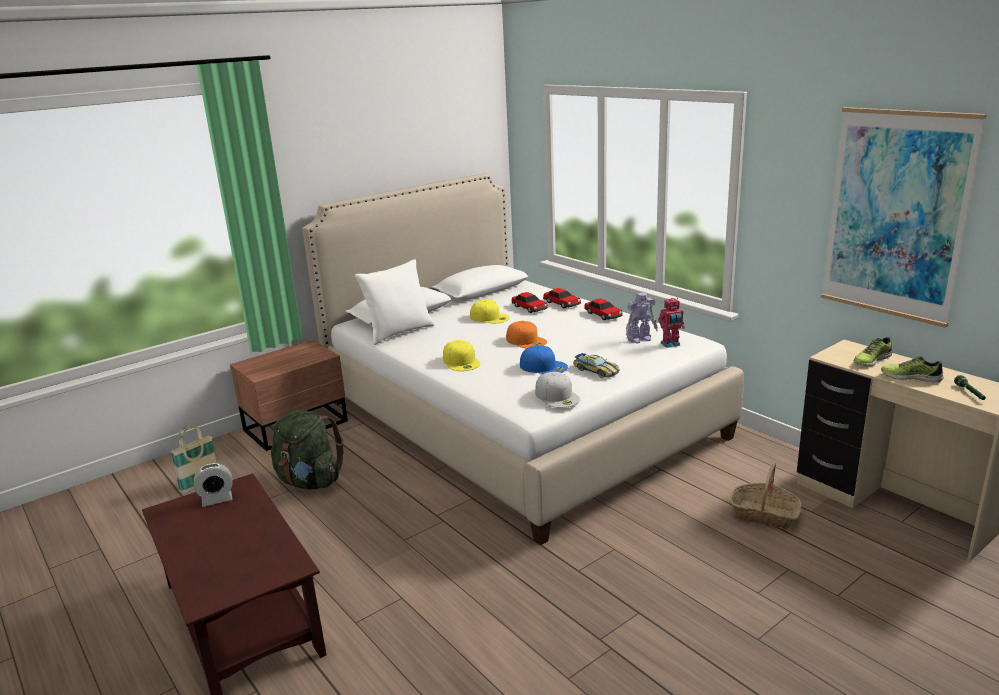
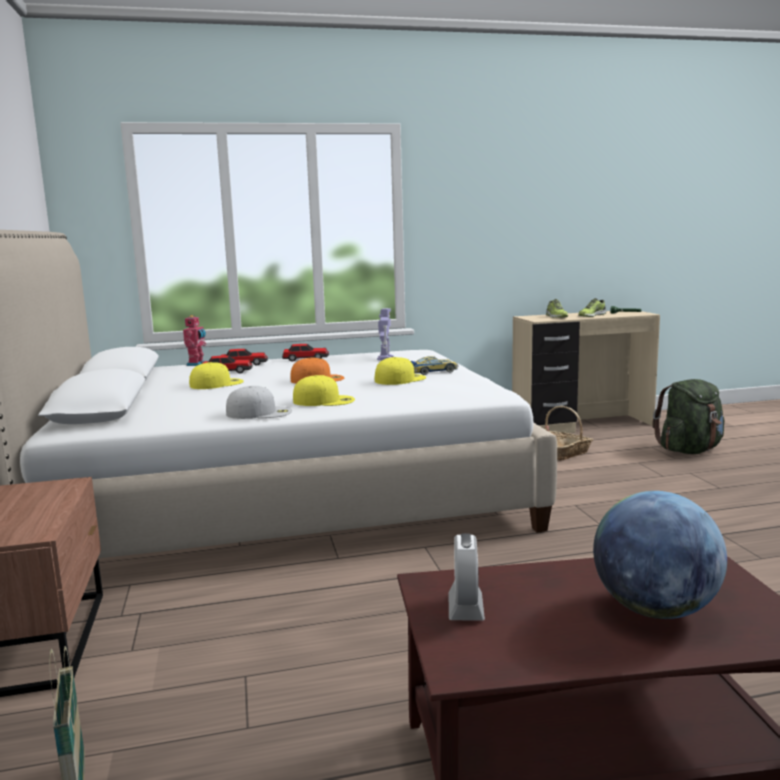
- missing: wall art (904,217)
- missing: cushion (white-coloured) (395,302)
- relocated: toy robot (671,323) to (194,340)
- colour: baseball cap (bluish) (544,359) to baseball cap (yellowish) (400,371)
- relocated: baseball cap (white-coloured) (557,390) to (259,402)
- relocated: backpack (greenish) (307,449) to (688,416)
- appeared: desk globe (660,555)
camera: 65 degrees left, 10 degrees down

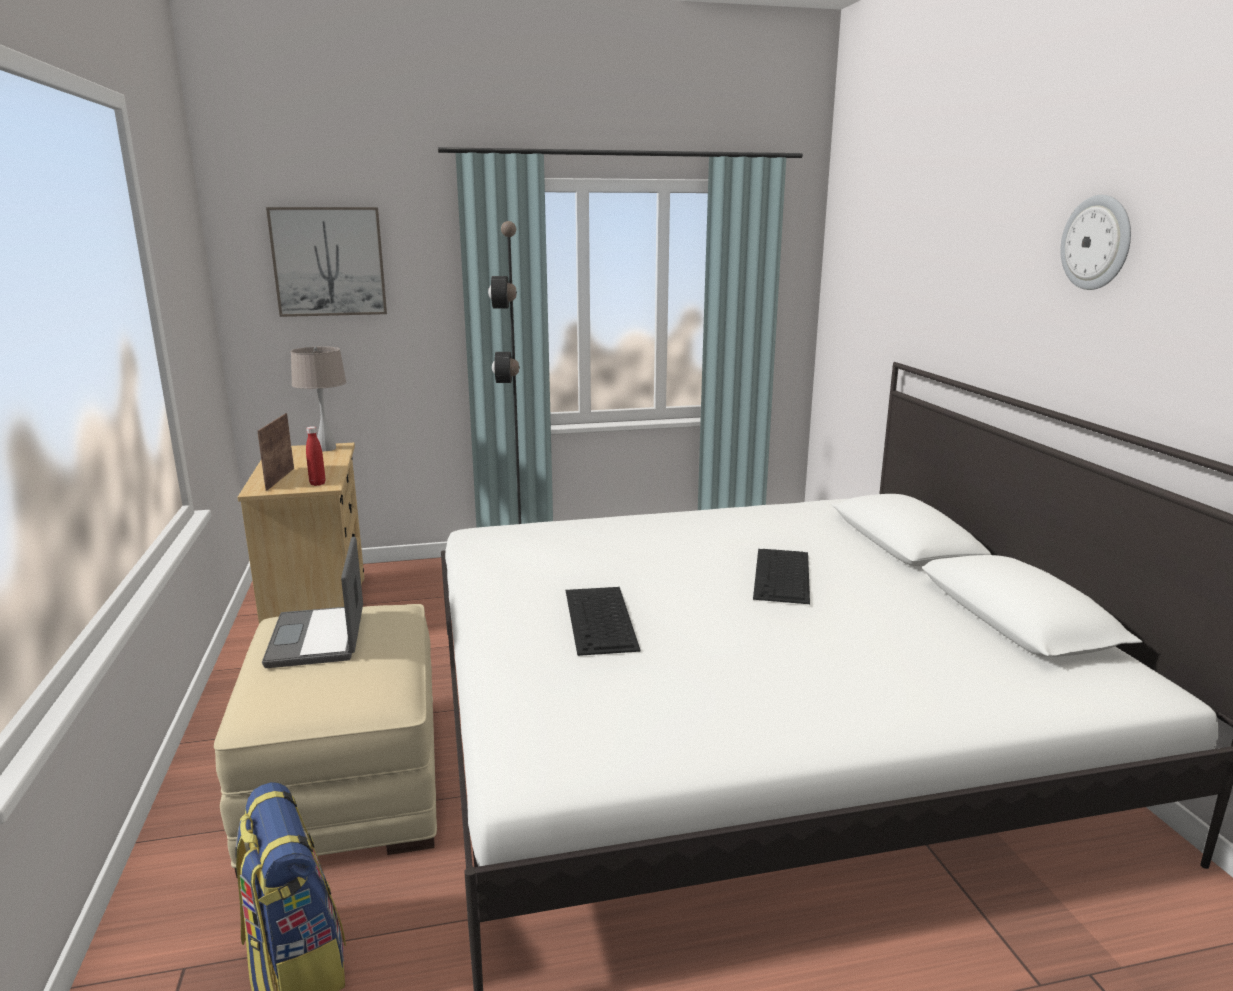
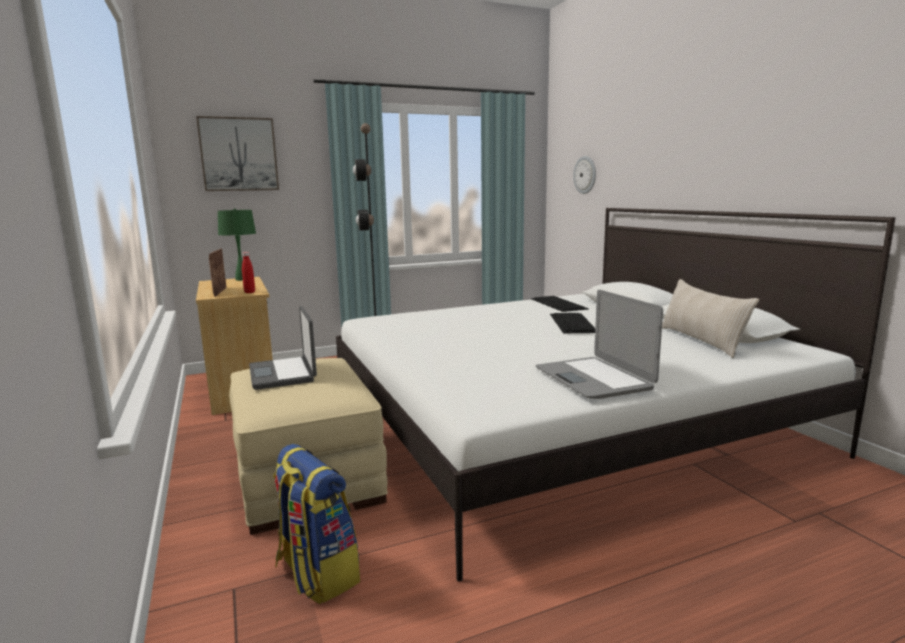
- relocated: hanging clock (1095,242) to (584,175)
- colour: tabletop lamp (beige-coloured) (319,398) to tabletop lamp (greenish) (236,244)
- relocated: PC keyboard (603,621) to (560,304)
- appeared: cushion (beige-coloured) (710,318)
- appeared: laptop (599,344)
camera: 10 degrees left, 5 degrees down

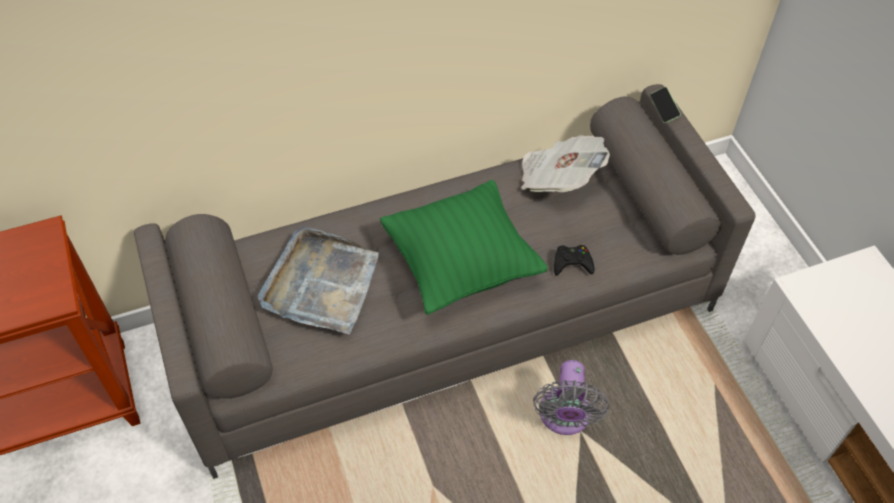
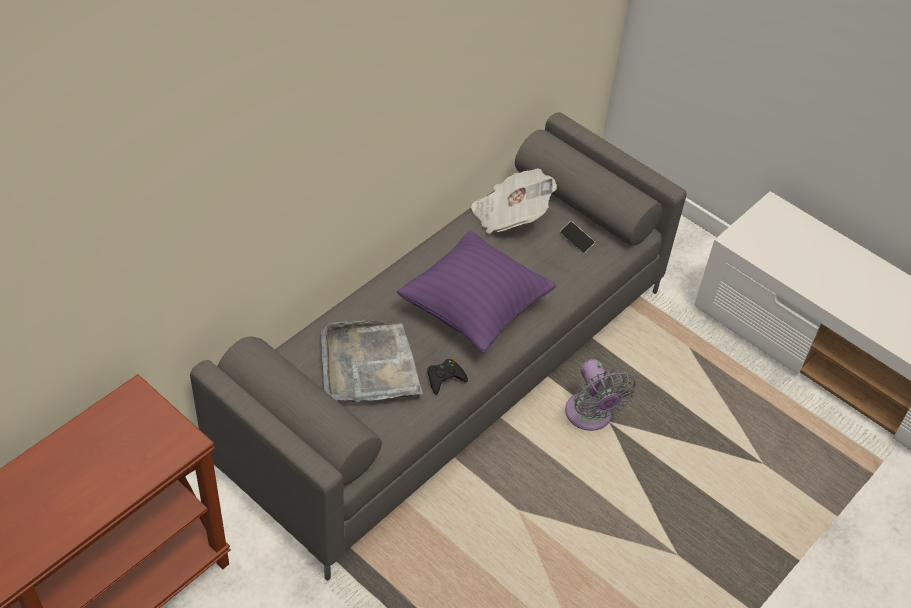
- relocated: telephone (665,105) to (577,237)
- colour: cushion (greenish) (464,247) to cushion (purplish) (476,291)
- relocated: game controller (black) (574,260) to (447,377)
camera: 30 degrees left, 5 degrees down

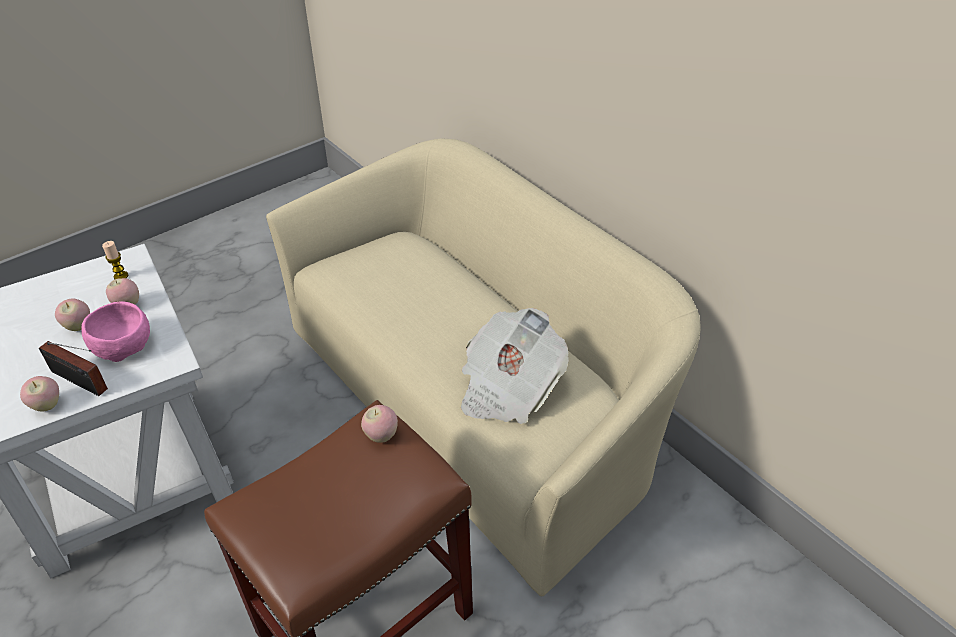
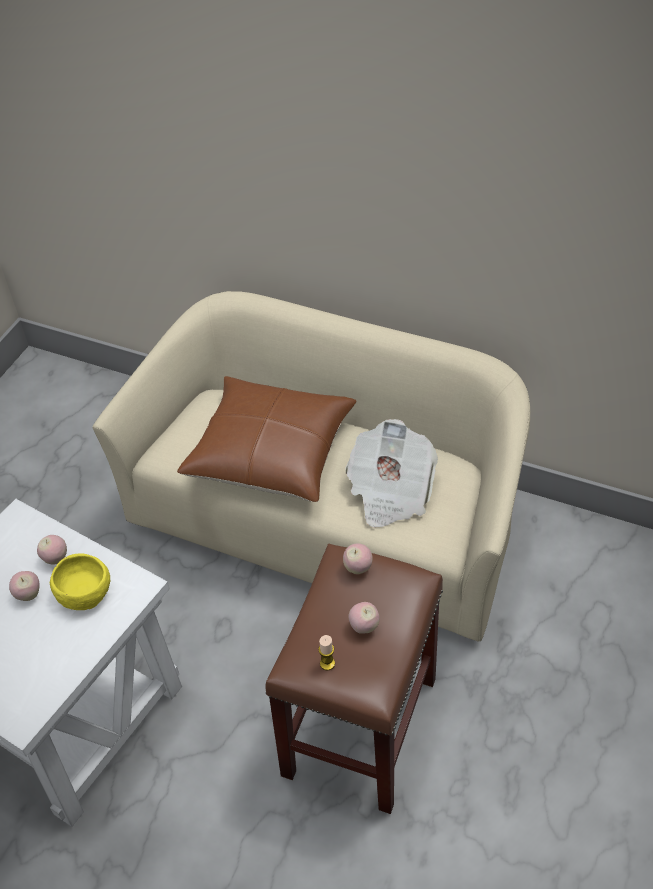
- relocated: wax light (115,260) to (326,653)
- colour: bowl (pinkish) (115,331) to bowl (yellowish) (80,581)
- missing: radio (73,368)
- relocated: whole apple (39,393) to (364,618)
- appeared: cushion (brown) (266,439)
camera: 25 degrees left, 5 degrees up

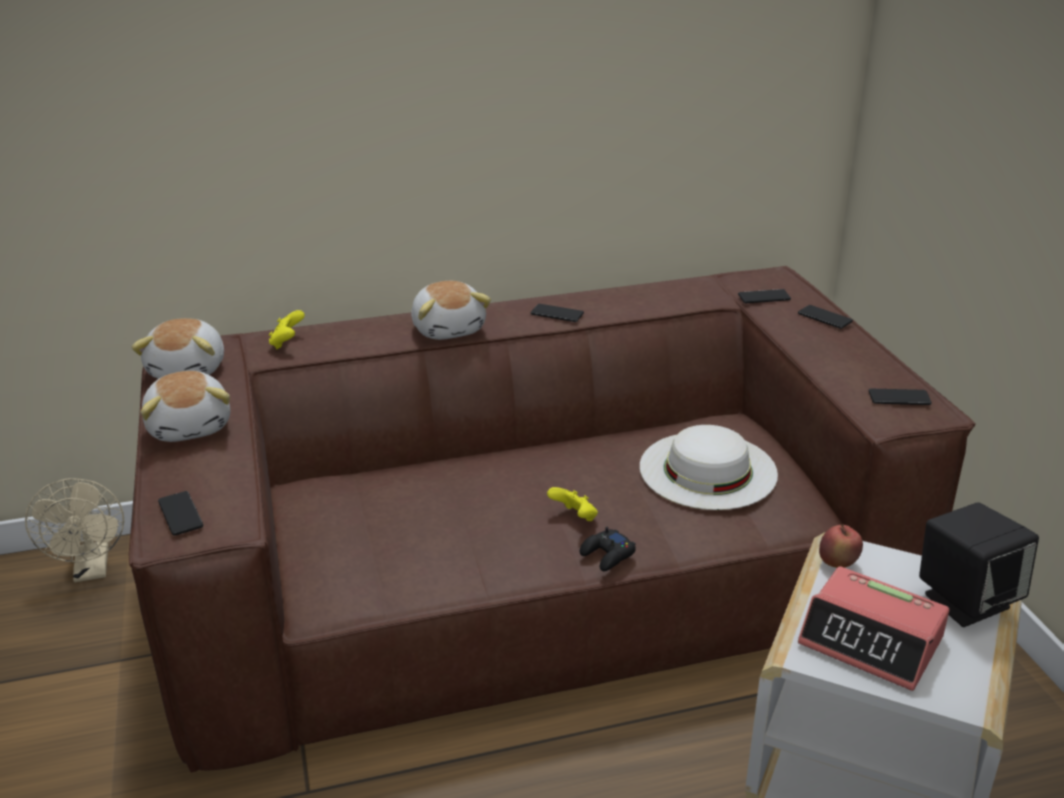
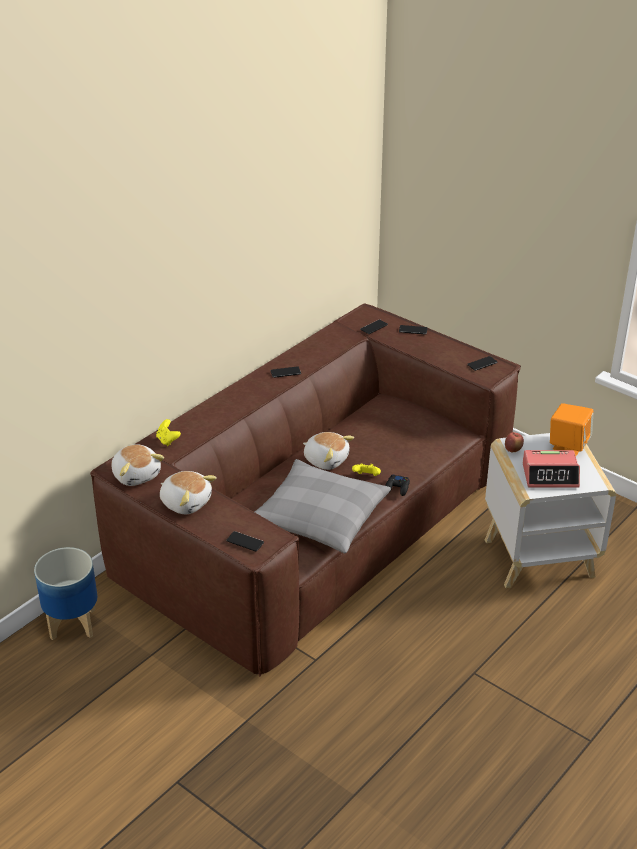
- relocated: cuddly toy (451,310) to (328,451)
- missing: clothing hat (white-coloured) (709,467)
- exchanged: cooling fan (beige-coloured) (74,530) to planter (66,593)
- colour: loudspeaker (black) (979,564) to loudspeaker (orangey) (571,429)
- appeared: cushion (greyish) (323,506)
camera: 35 degrees left, 5 degrees up

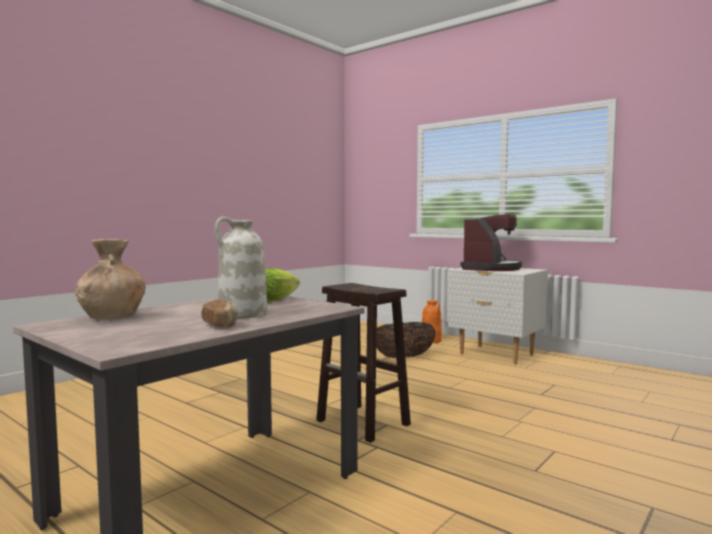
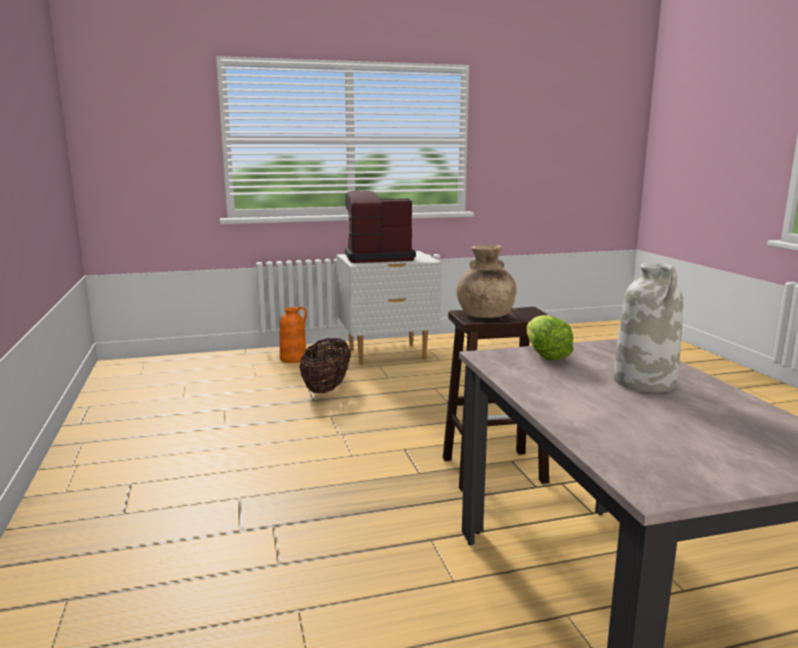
- spun: coffee machine (491,242) = (380,227) 75 degrees counterclockwise
- relocated: vase (brown) (110,279) to (486,281)
- missing: baked bread (219,314)
camera: 55 degrees left, 10 degrees up

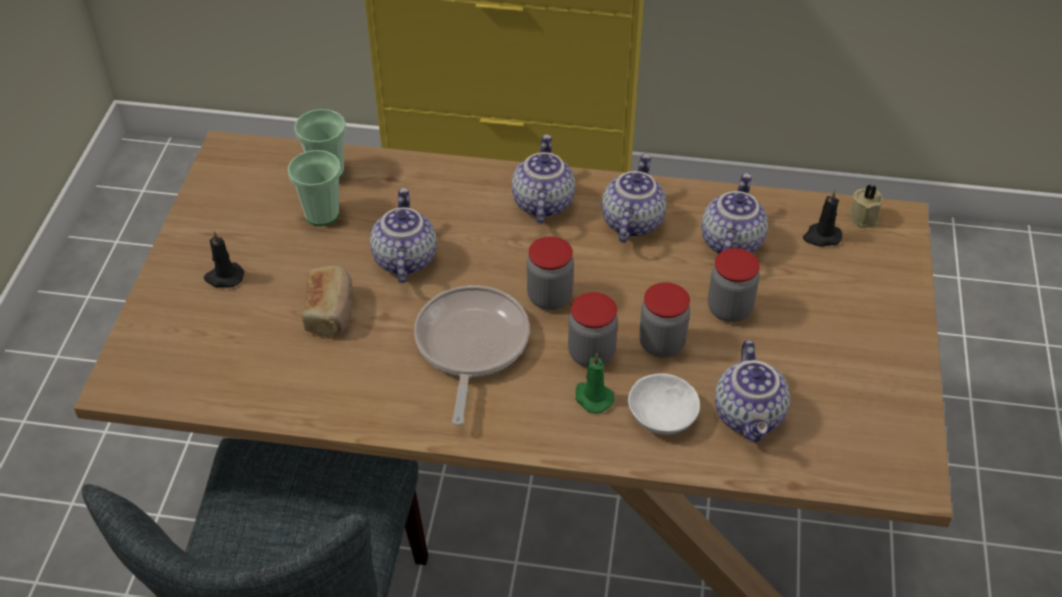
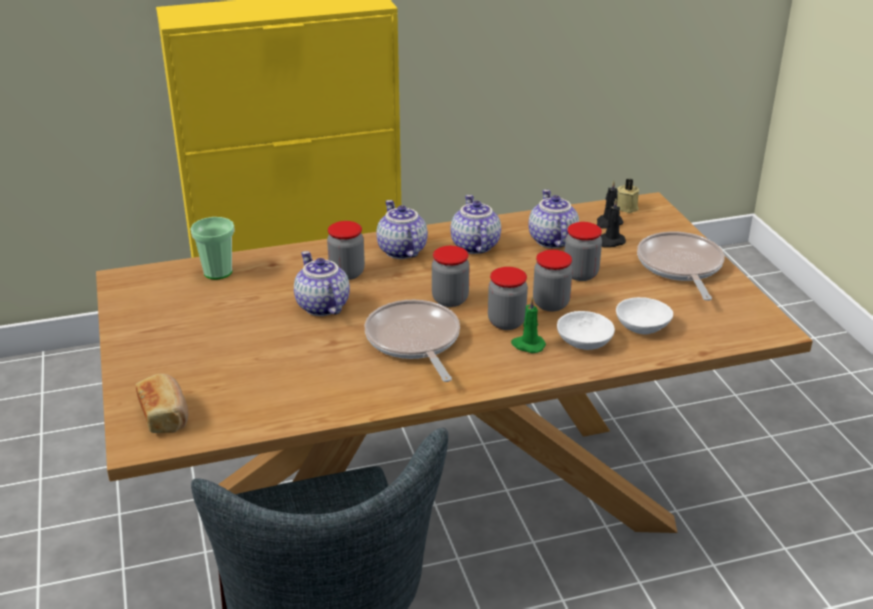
- missing: cup (314,188)
- relocated: wax light (black) (224,259) to (613,222)
- relocated: baked bread (327,301) to (162,403)
- exchanged: teapot (752,391) to bowl (white-coloured) (644,315)
- appeared: preserve jar (346,250)
- appeared: frying pan (681,266)
camera: 25 degrees left, 15 degrees down

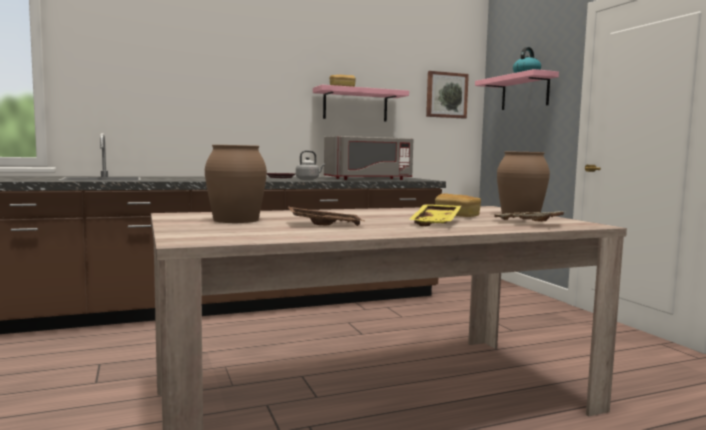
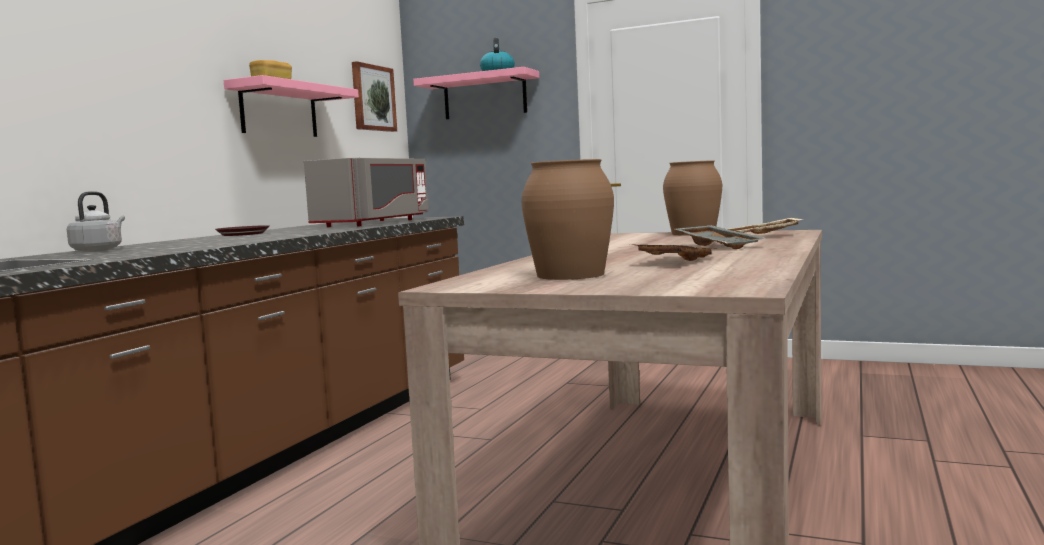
- relocated: water kettle (greyish) (310,165) to (96,221)
- missing: baked bread (458,205)
- colour: carrying tray (yellowish) (435,215) to carrying tray (greyish) (719,237)
camera: 45 degrees left, 0 degrees up

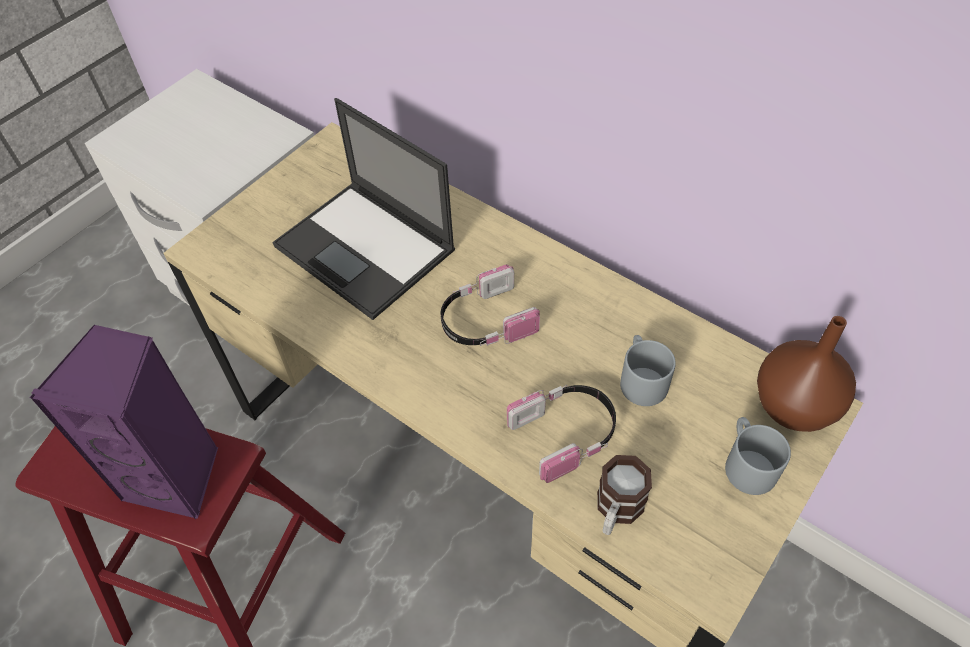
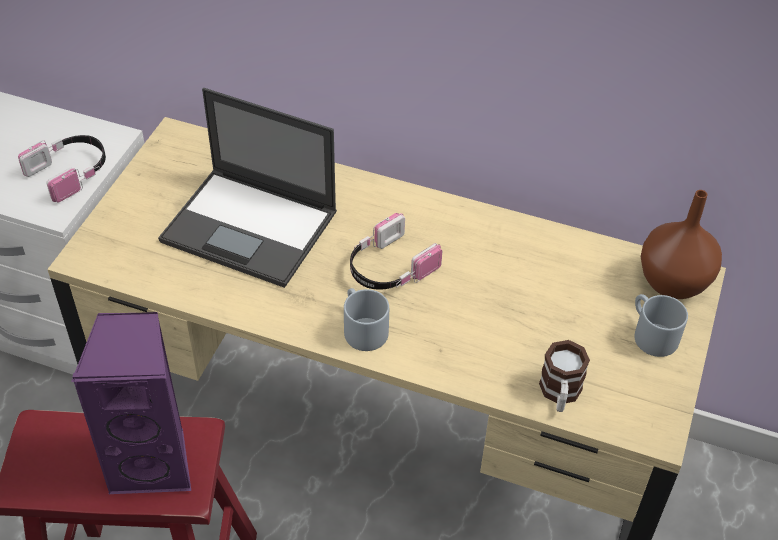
- relocated: mug (greyish) (648,370) to (366,319)
- relocated: pair of headphones (561,434) to (62,168)
camera: 20 degrees left, 5 degrees down

